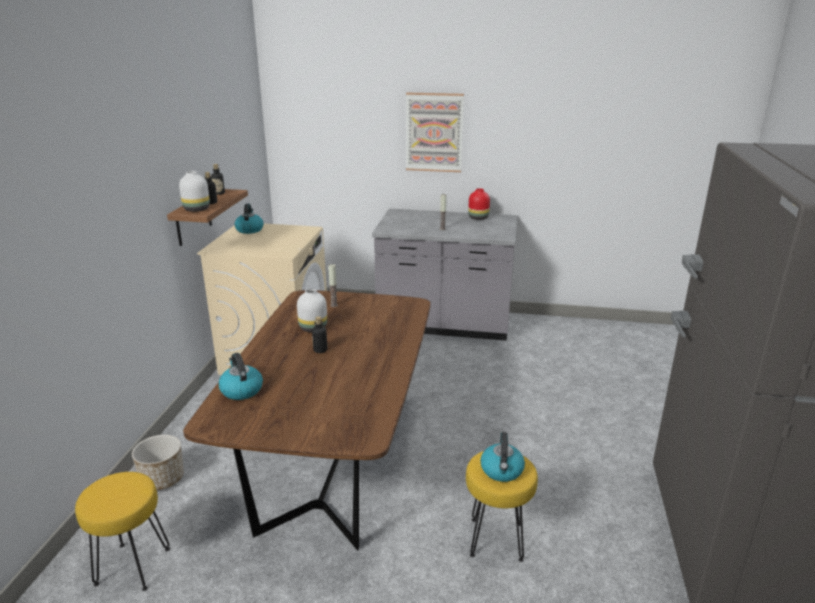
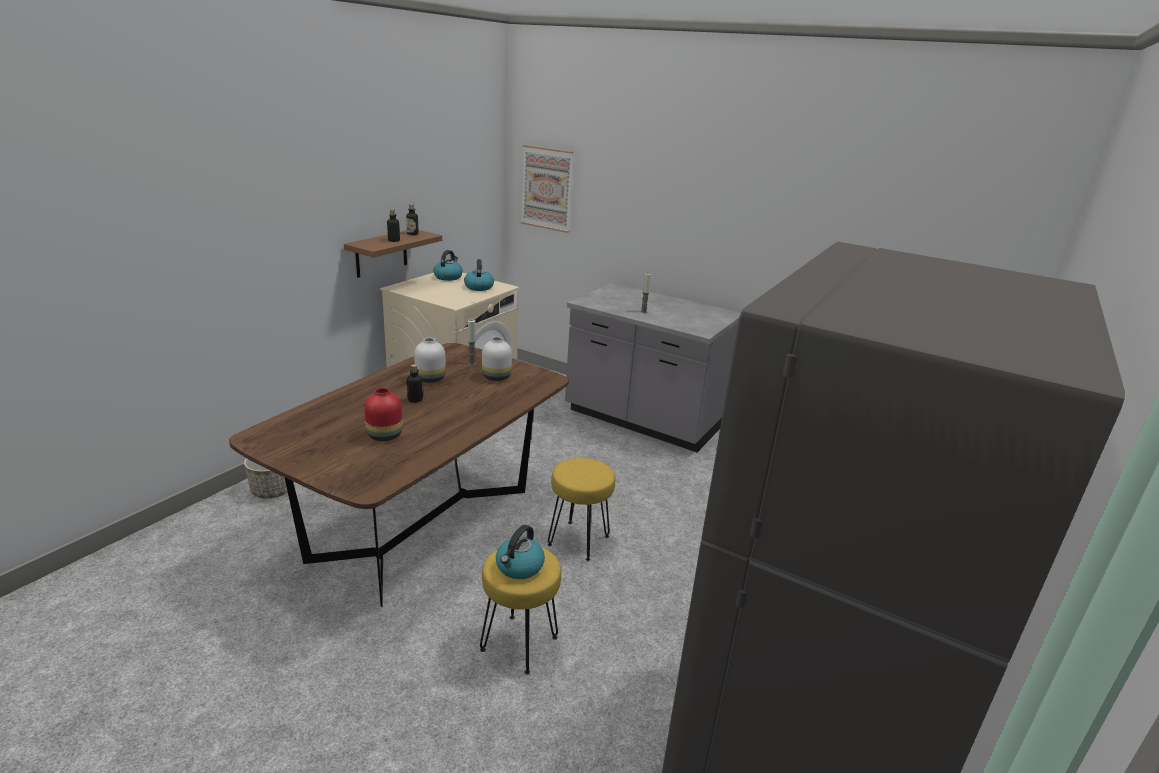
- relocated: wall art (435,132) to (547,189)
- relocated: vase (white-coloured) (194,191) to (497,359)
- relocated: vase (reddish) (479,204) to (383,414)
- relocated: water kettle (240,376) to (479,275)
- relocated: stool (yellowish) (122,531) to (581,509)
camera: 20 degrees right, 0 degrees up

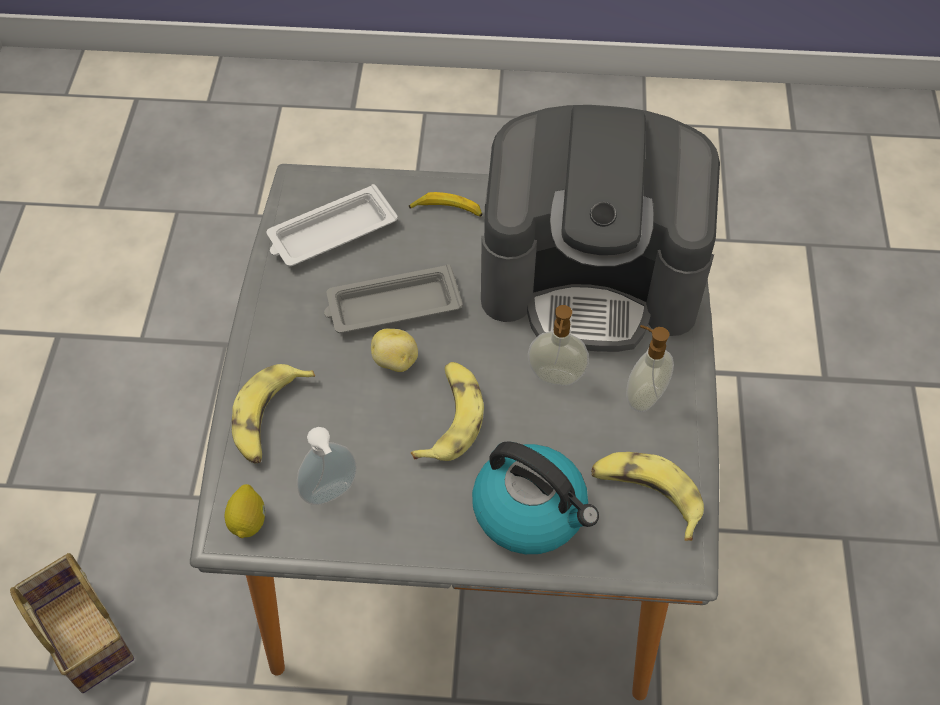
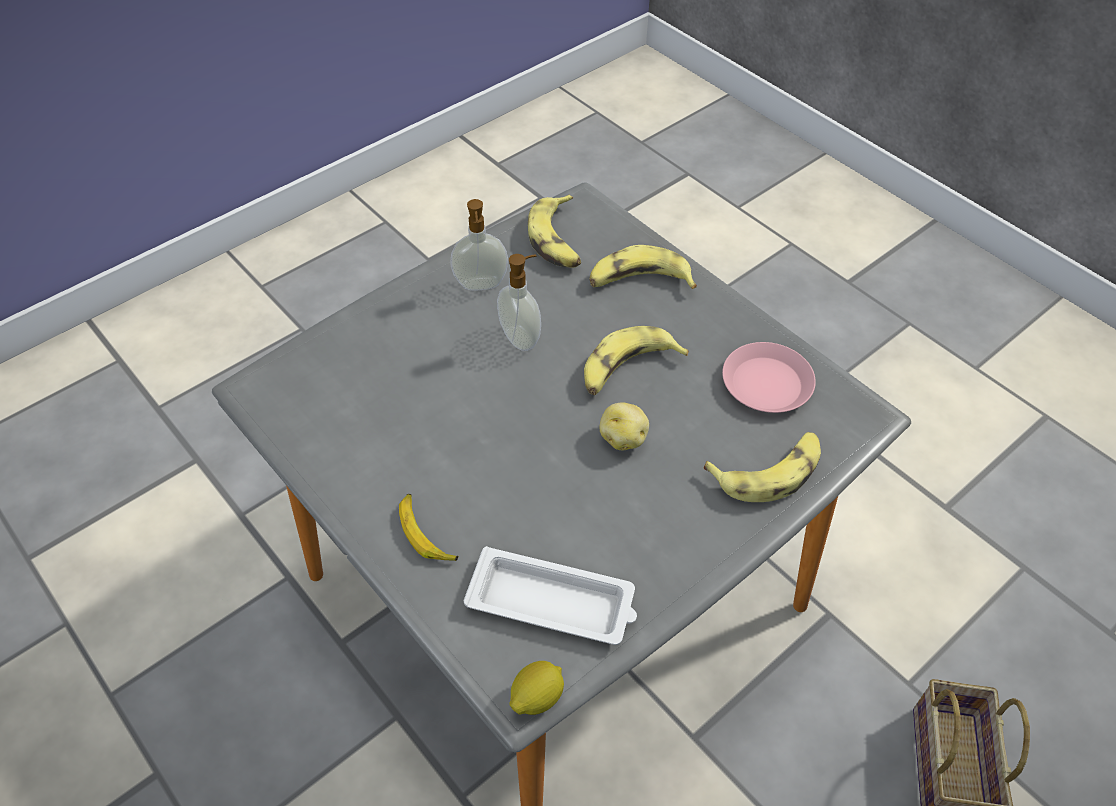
- missing: coffee machine (600,228)
- missing: carrying tray (greyish) (393,298)
- exchanged: soap bottle (327,466) to dinner plate (pinkish) (769,377)
- exchanged: water kettle (535,497) to banana (643,267)
- relocated: lemon (245,511) to (536,688)
camera: 135 degrees left, 5 degrees down

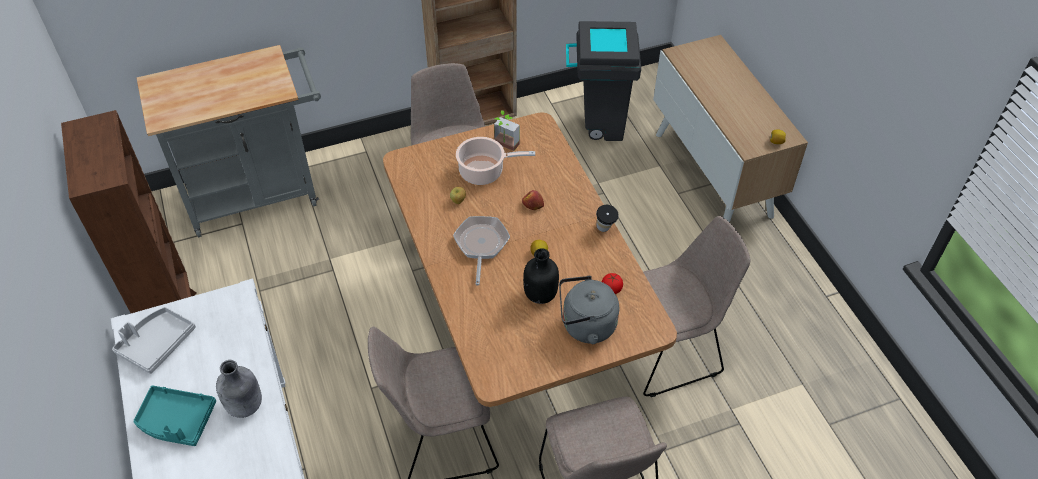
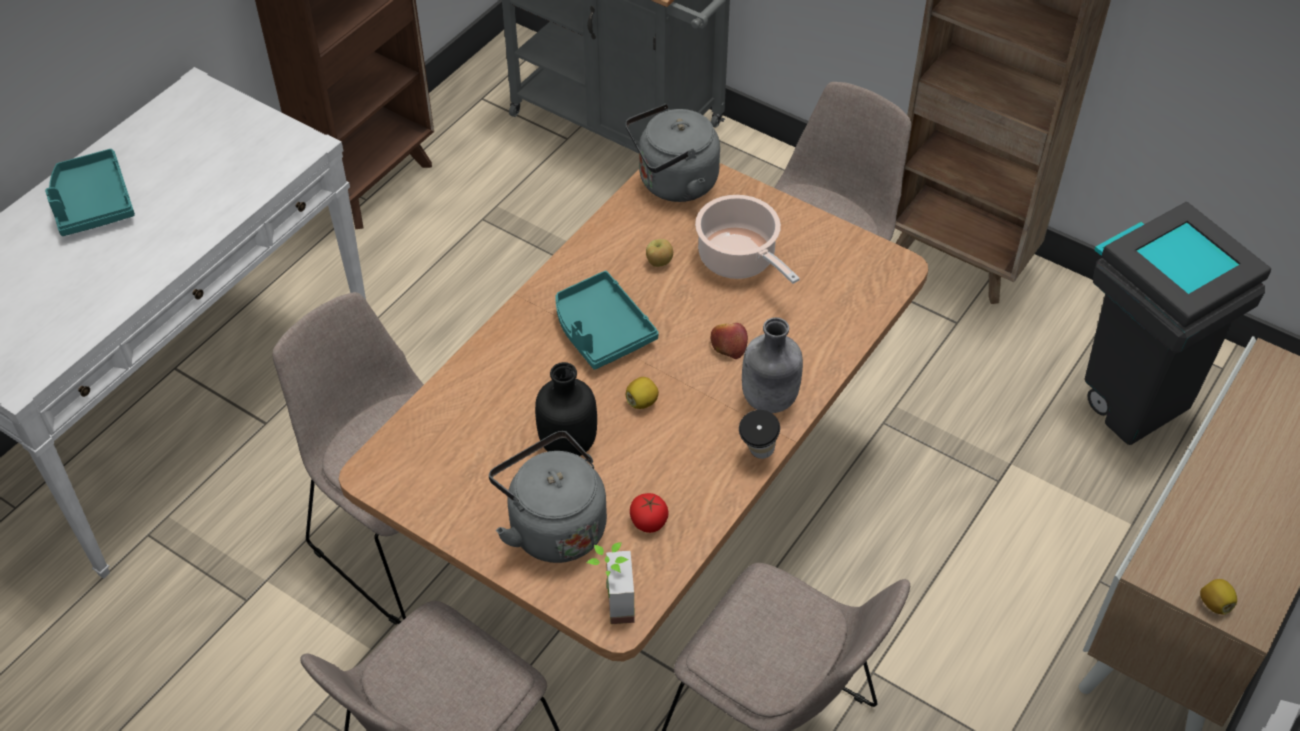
- relocated: houseplant (507,130) to (610,583)
- exchanged: frying pan (481,251) to carrying tray (turquoise-coloured) (607,320)
- missing: carrying tray (greyish) (154,340)
- relocated: bottle (greyish) (239,389) to (772,365)
- appeared: water kettle (greyish) (673,153)
camera: 55 degrees right, 0 degrees up

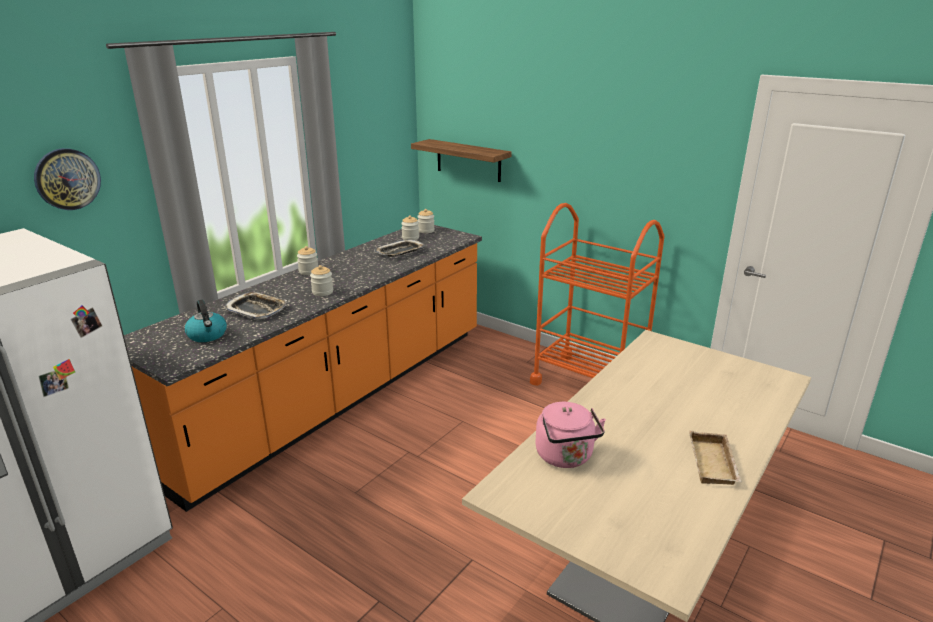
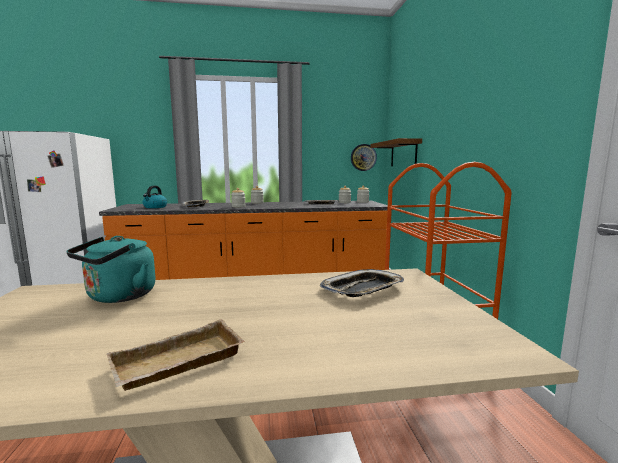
- relocated: hanging clock (67,179) to (364,157)
- colour: water kettle (pinkish) (570,435) to water kettle (turquoise-coloured) (111,269)
- appeared: carrying tray (362,283)
camera: 45 degrees right, 15 degrees down

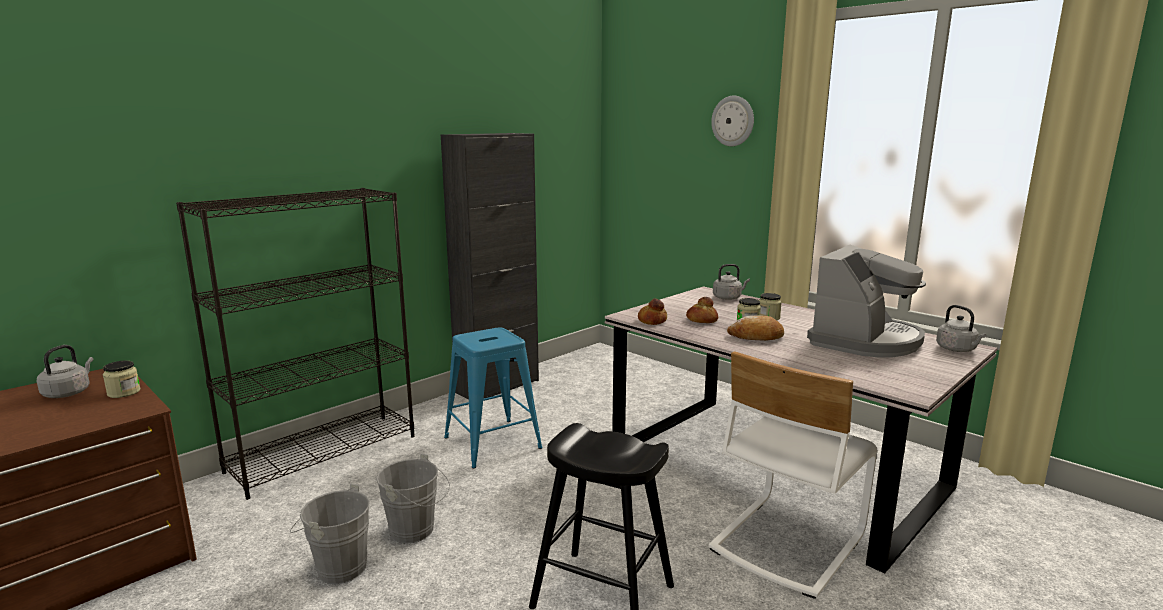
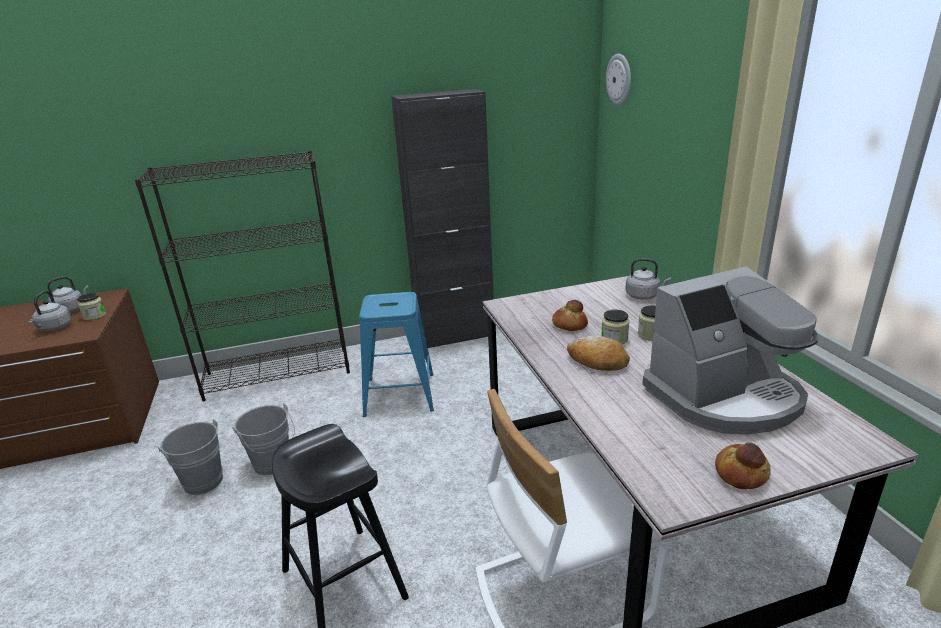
- relocated: hanging clock (732,121) to (618,80)
- relocated: baked bread (652,312) to (743,466)
- relocated: water kettle (greyish) (961,328) to (50,311)
camera: 30 degrees right, 10 degrees up

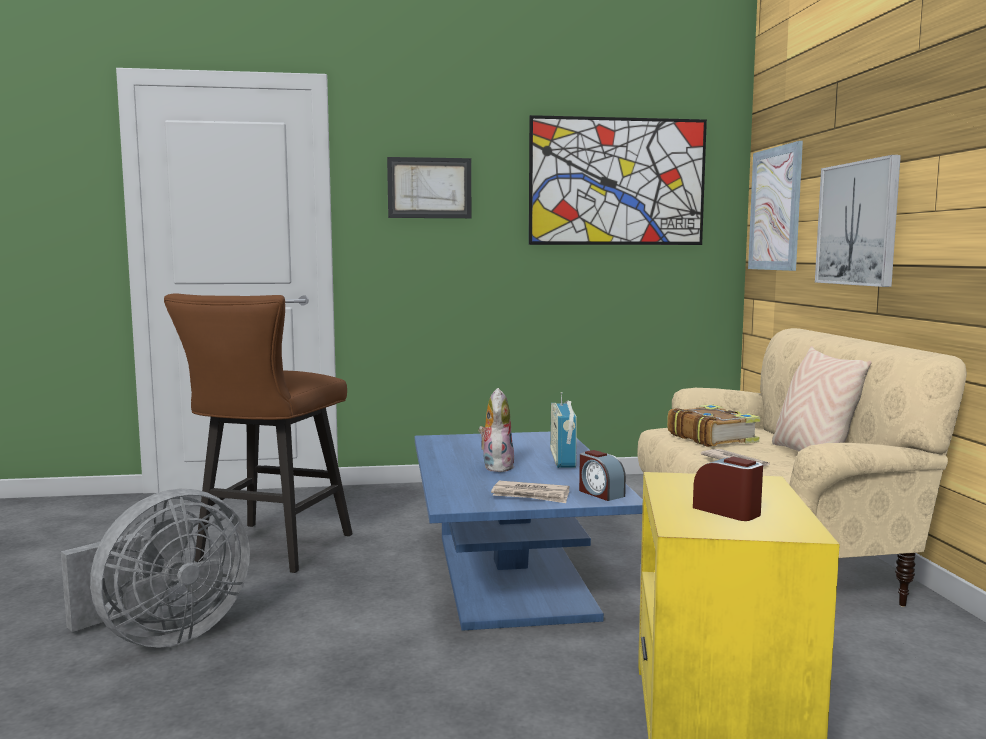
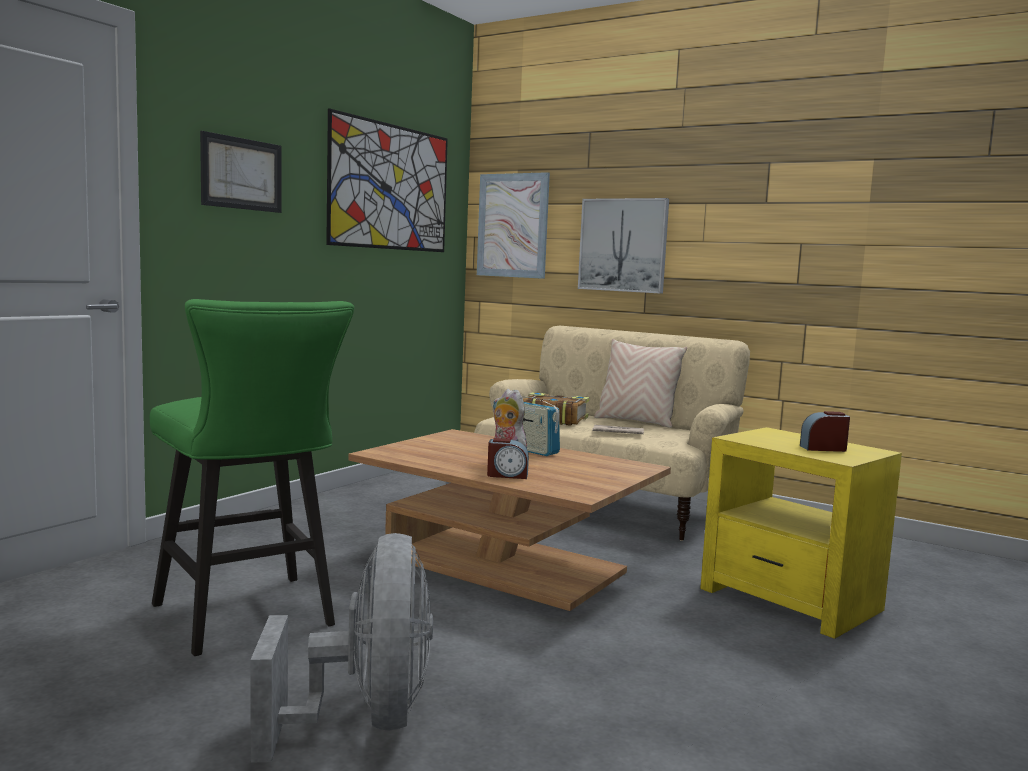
- colour: stool (brown) (258,433) to stool (greenish) (252,477)
- colour: low table (bluish) (529,531) to low table (brown) (509,520)
- relocated: table clock (602,475) to (508,458)
- missing: newspaper (530,492)
camera: 50 degrees left, 0 degrees up

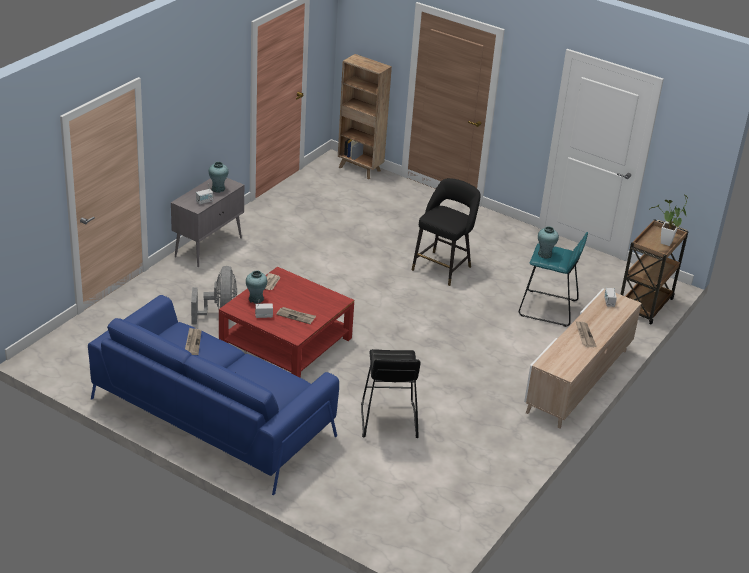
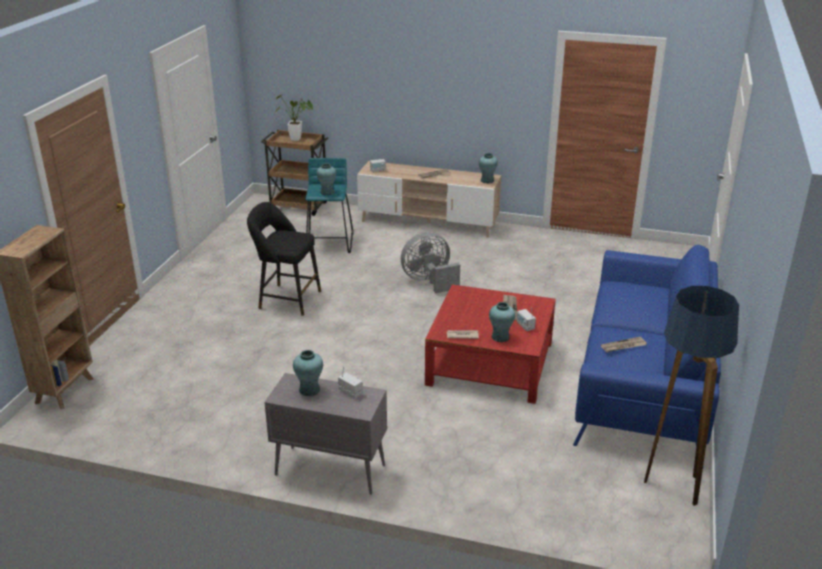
- relocated: cooling fan (greyish) (214,295) to (430,262)
- missing: stool (black) (391,393)
- appeared: vase (turquoise-coloured) (488,168)
- appeared: standing lamp (691,396)
camera: 105 degrees left, 5 degrees down

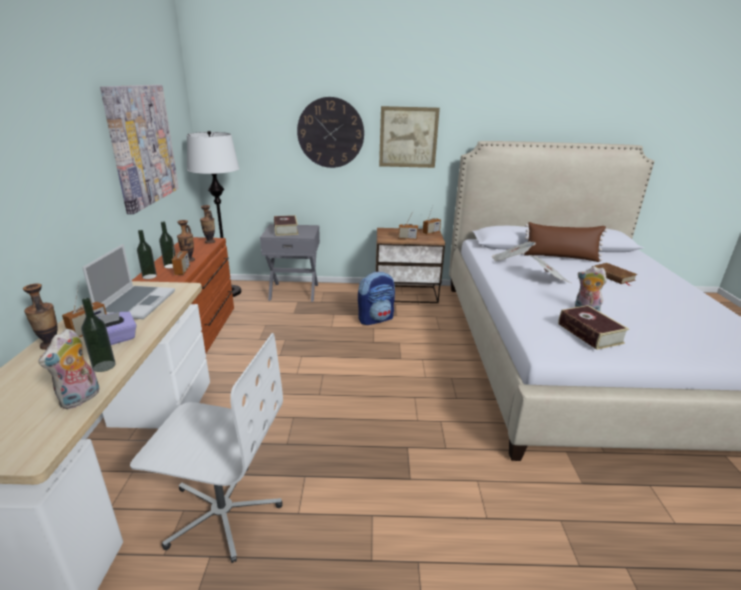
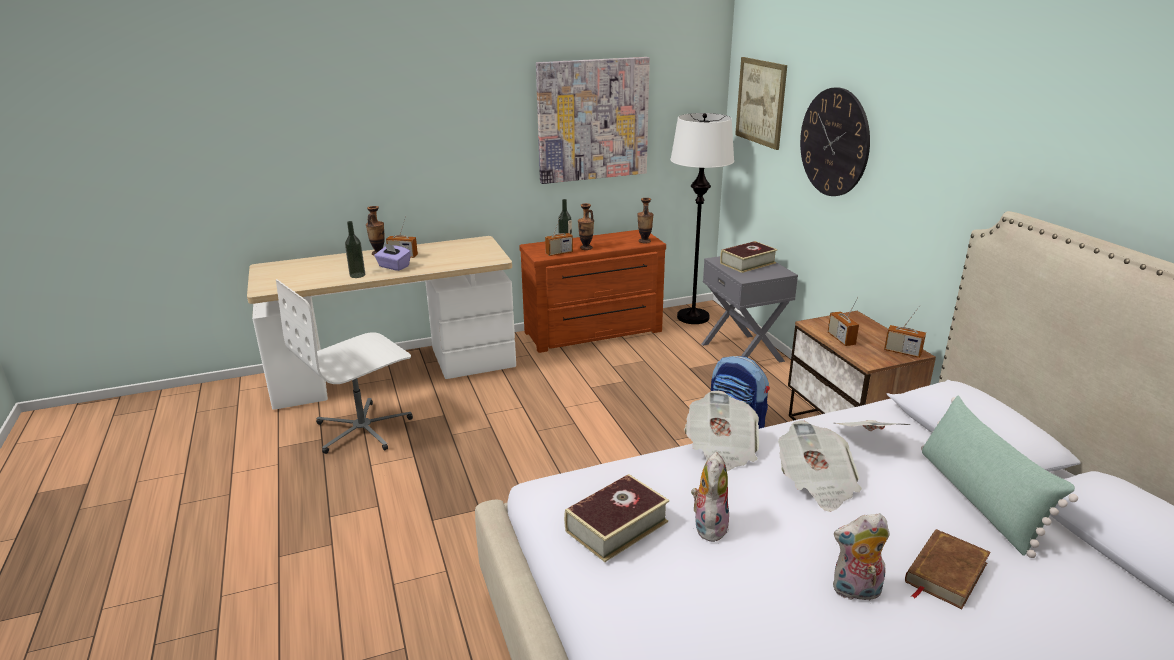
- relocated: wall art (409,137) to (761,103)
- colour: cushion (brown) (564,242) to cushion (greenish) (999,477)
- missing: bottle (147,254)
- missing: laptop (128,281)
- relocated: cuddly toy (68,369) to (861,558)
- spun: office chair (white-coloured) (206,448) = (344,366) 60 degrees clockwise
- appeared: newspaper (721,431)
camera: 70 degrees right, 0 degrees up

